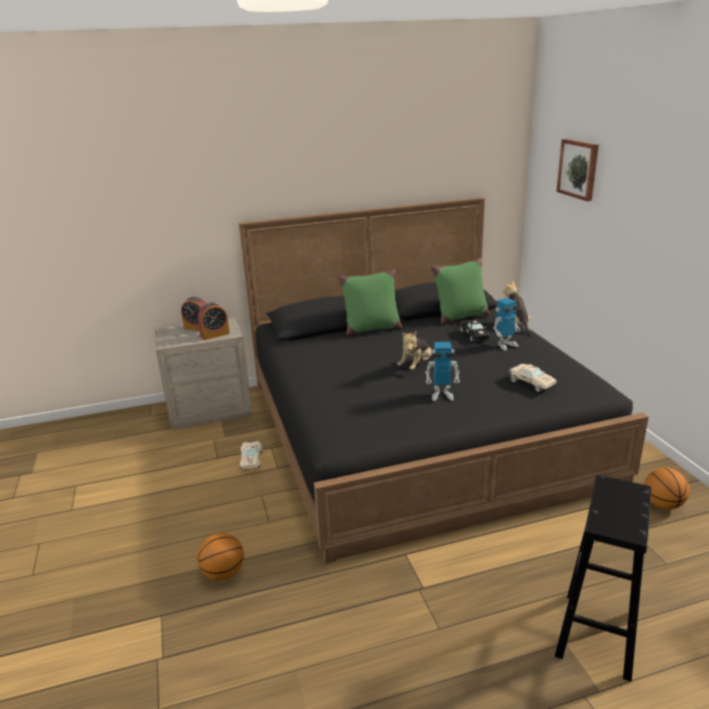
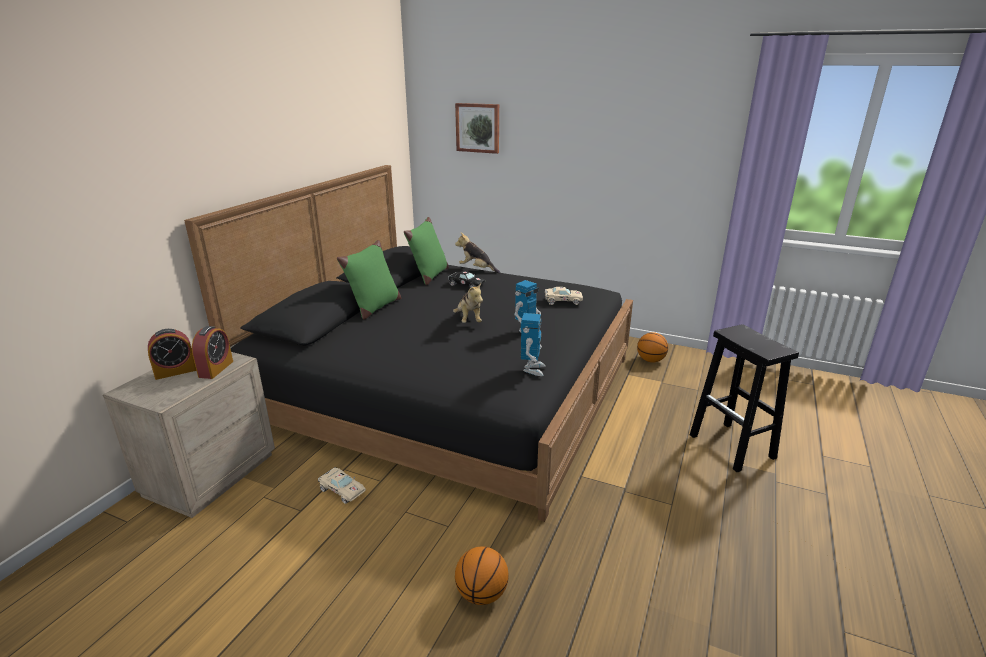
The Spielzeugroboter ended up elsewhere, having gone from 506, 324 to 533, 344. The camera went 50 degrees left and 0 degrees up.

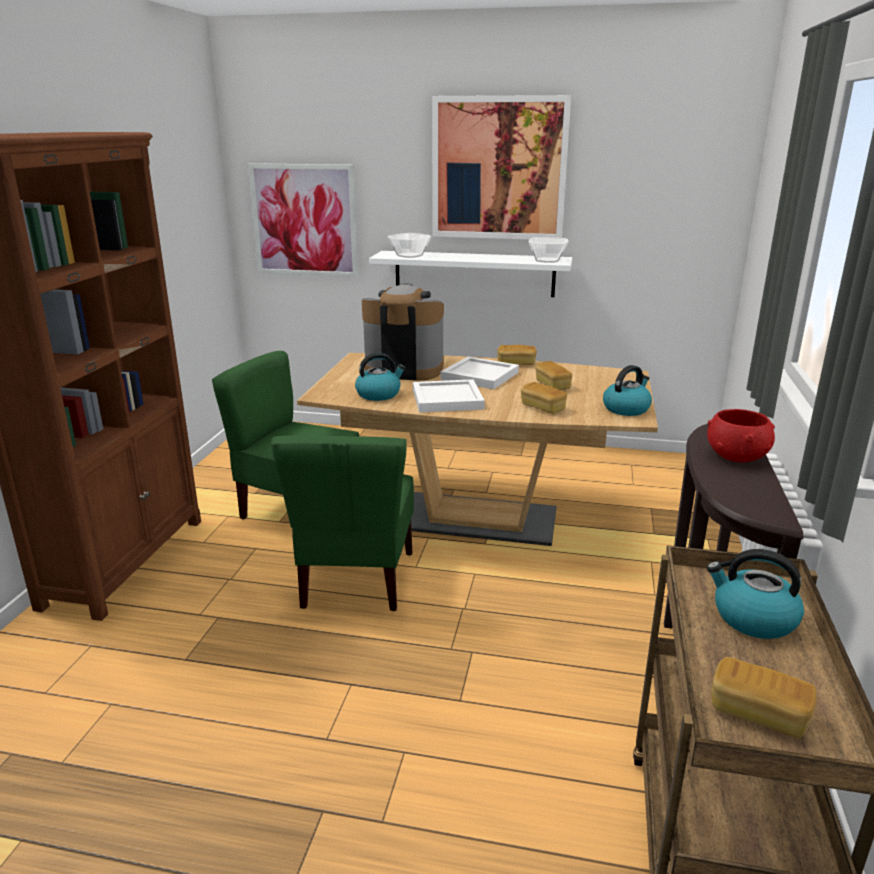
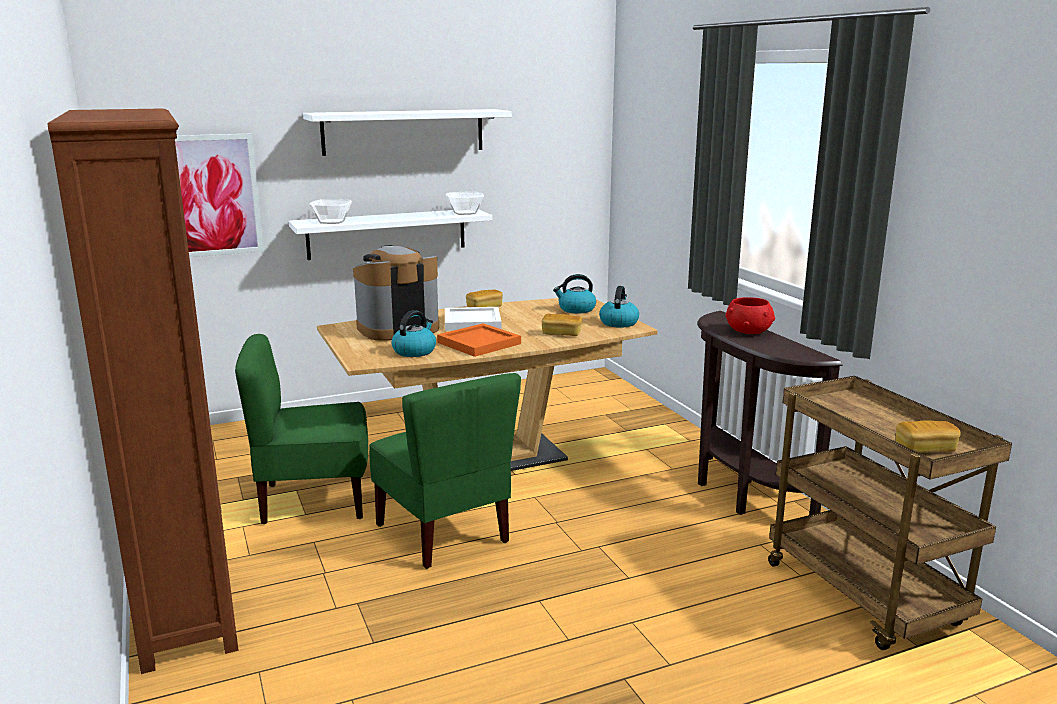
The second view lost the Brot at 553, 375. The Wasserkessel ended up elsewhere, having gone from 755, 594 to 574, 293. Where the Bild hung at 501, 167, the Wandregal (weiß) came to hang at 407, 132. What was the Tablett (weiß) at 449, 395 turned into the Tablett (orange) at 479, 340. The camera went 35 degrees left and 5 degrees down.

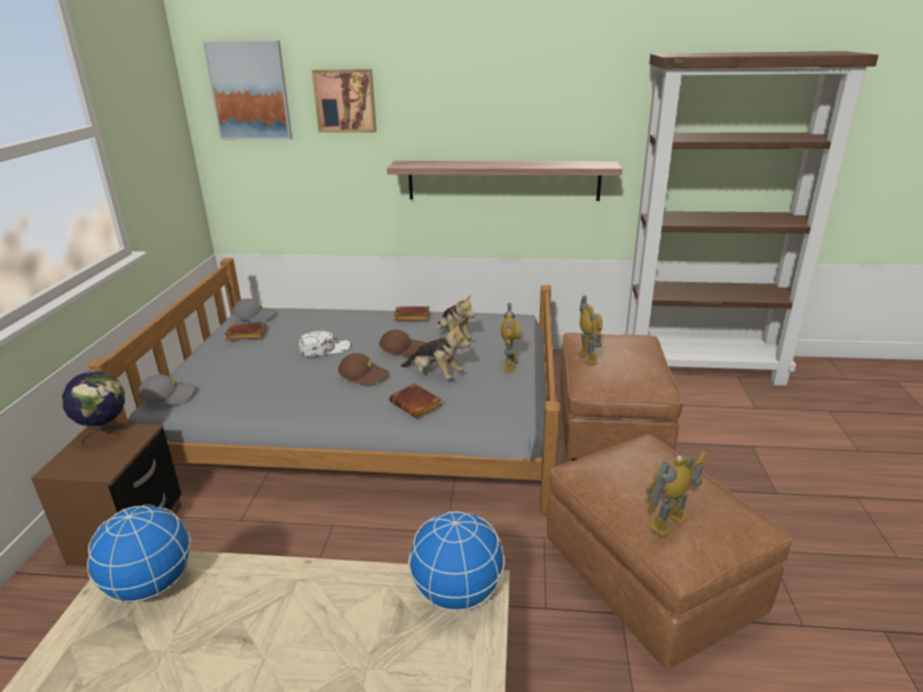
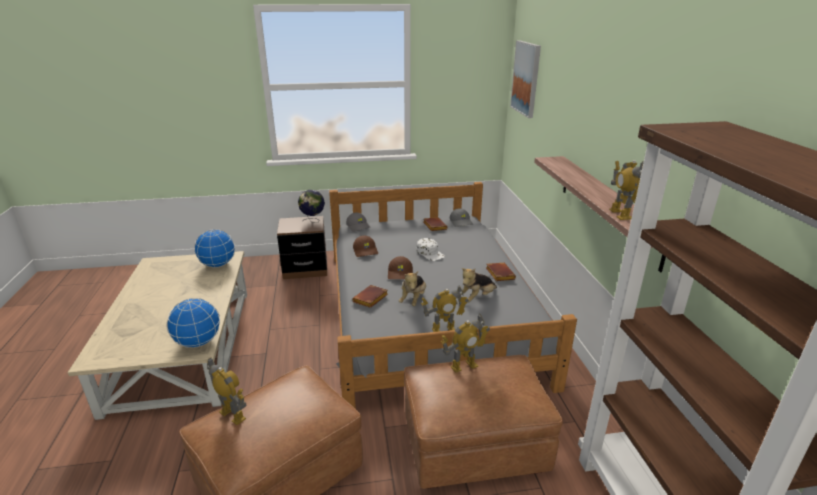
The second view lost the Bild at 344, 101. The second view gained the Spielzeugroboter at 626, 190. The Kappe (braun) ended up elsewhere, having gone from 402, 343 to 365, 246. The camera went 75 degrees right and 0 degrees up.

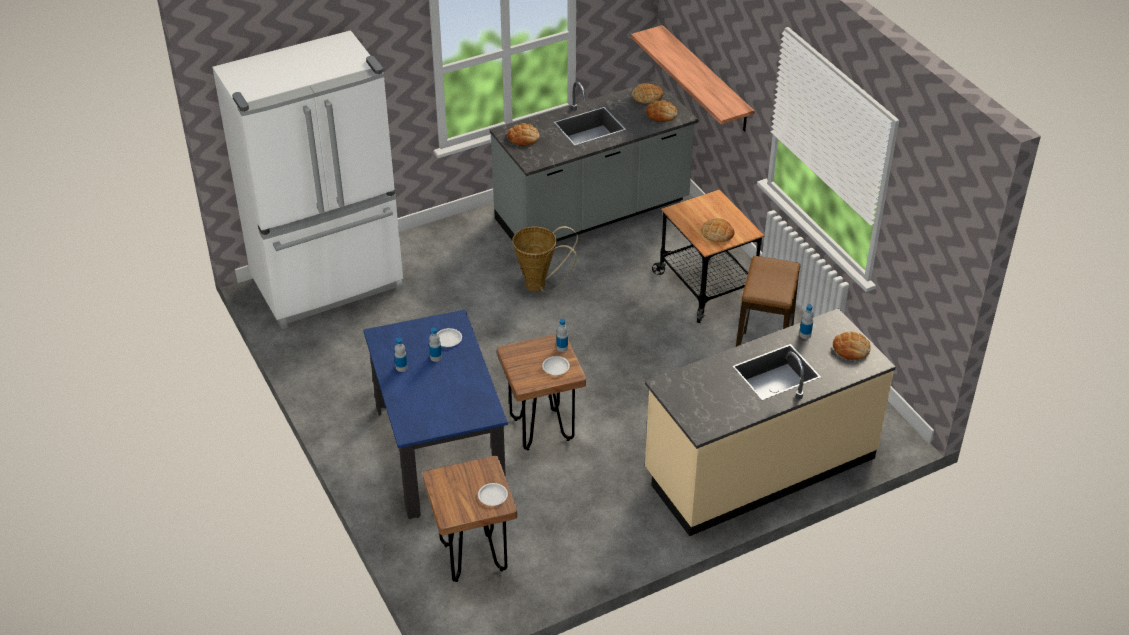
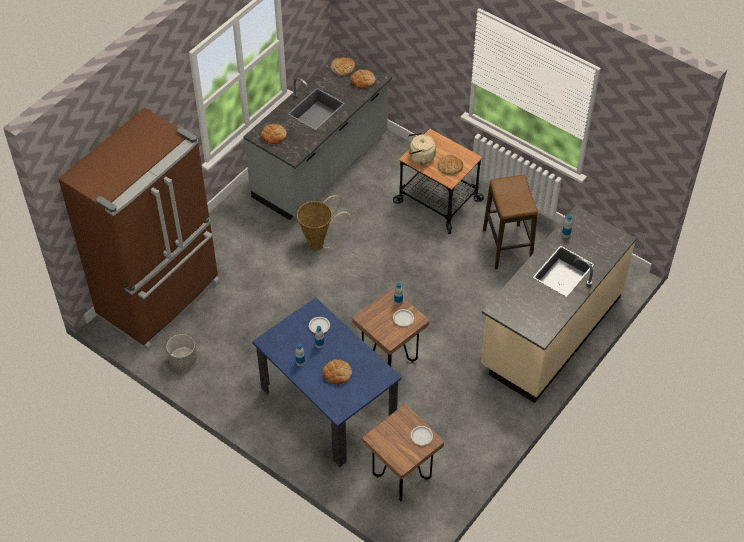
The second view lost the Wandregal at 692, 78. The second view gained the Pflanzkübel (grau) at 181, 352. The second view gained the Wasserkessel (beige) at 421, 148. The Brot ended up elsewhere, having gone from 852, 346 to 337, 372. What was the Kühlschrank (weiß) at 308, 179 turned into the Kühlschrank (braun) at 139, 229. The camera went 25 degrees left and 10 degrees up.

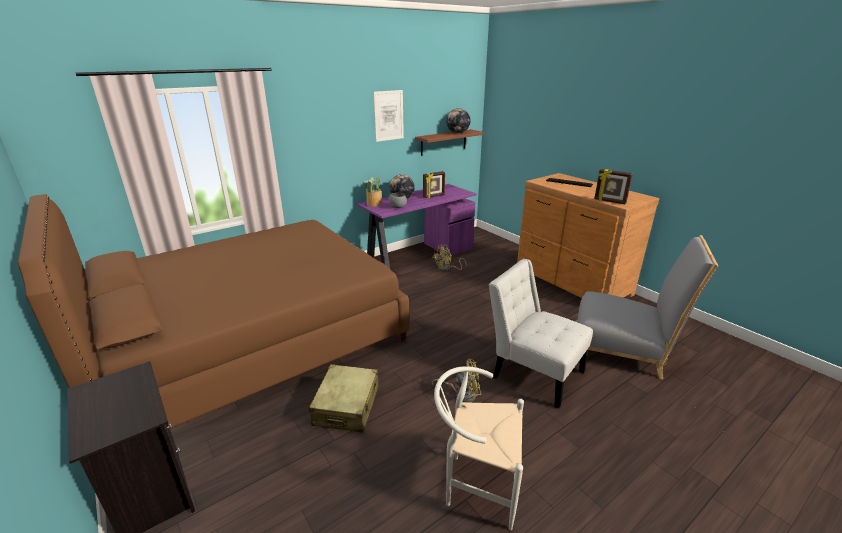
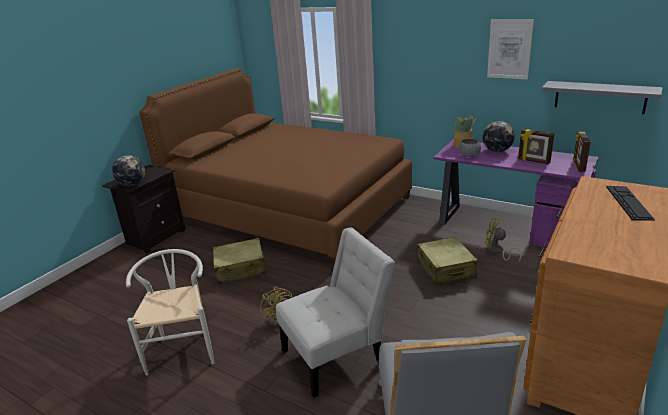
The second view gained the Koffer (beige) at 448, 261. The Globus ended up elsewhere, having gone from 458, 121 to 128, 170. The Bilderrahmen ended up elsewhere, having gone from 613, 186 to 581, 151. What was the Wandregal (braun) at 449, 142 turned into the Wandregal (grau) at 602, 97. The Stuhl (weiß) at 541, 334 ended up facing another way, 45 degrees clockwise from before. The camera went 70 degrees right and 0 degrees up.

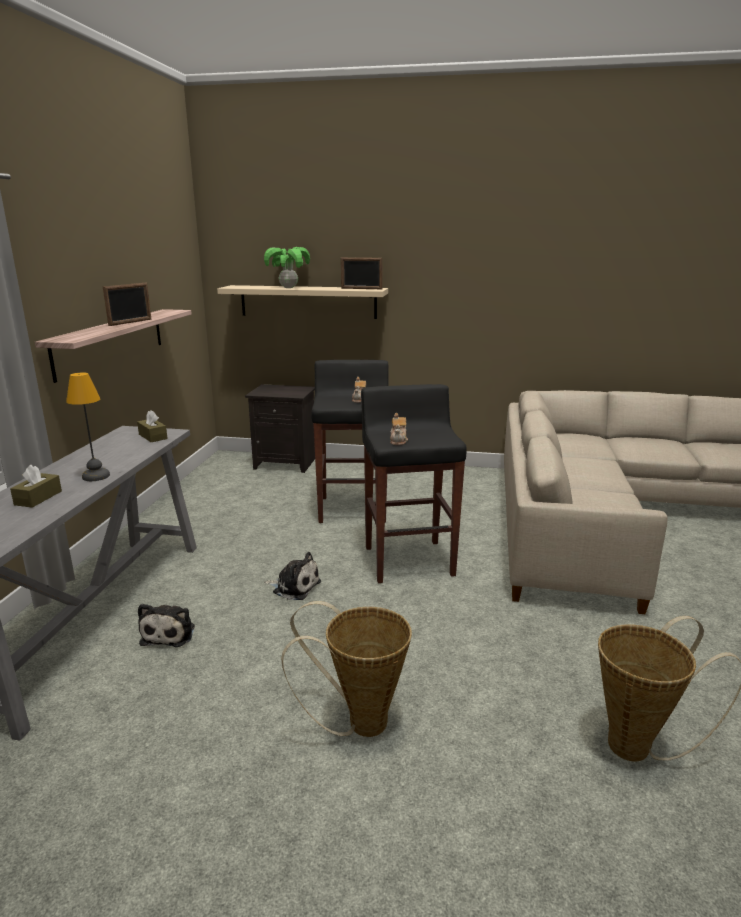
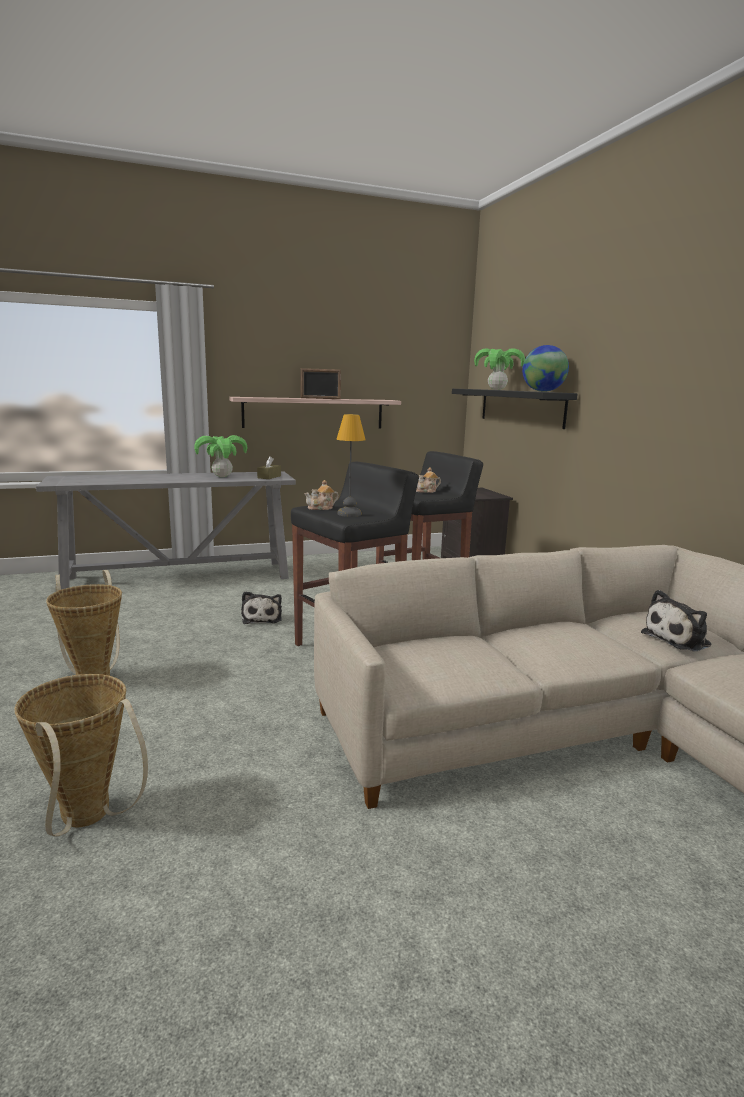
The second view lost the Taschentuchbox (braun) at 36, 486. The second view gained the Topfpflanze at 220, 456. The Tischlampe ended up elsewhere, having gone from 88, 426 to 351, 465. The Plüschtier ended up elsewhere, having gone from 166, 625 to 676, 620. Where the Bilderrahmen stood at 362, 273, the Globus came to stand at 545, 368. What was the Wandregal (beige) at 302, 302 turned into the Wandregal (schwarz) at 515, 409. The camera went 60 degrees right and 5 degrees down.

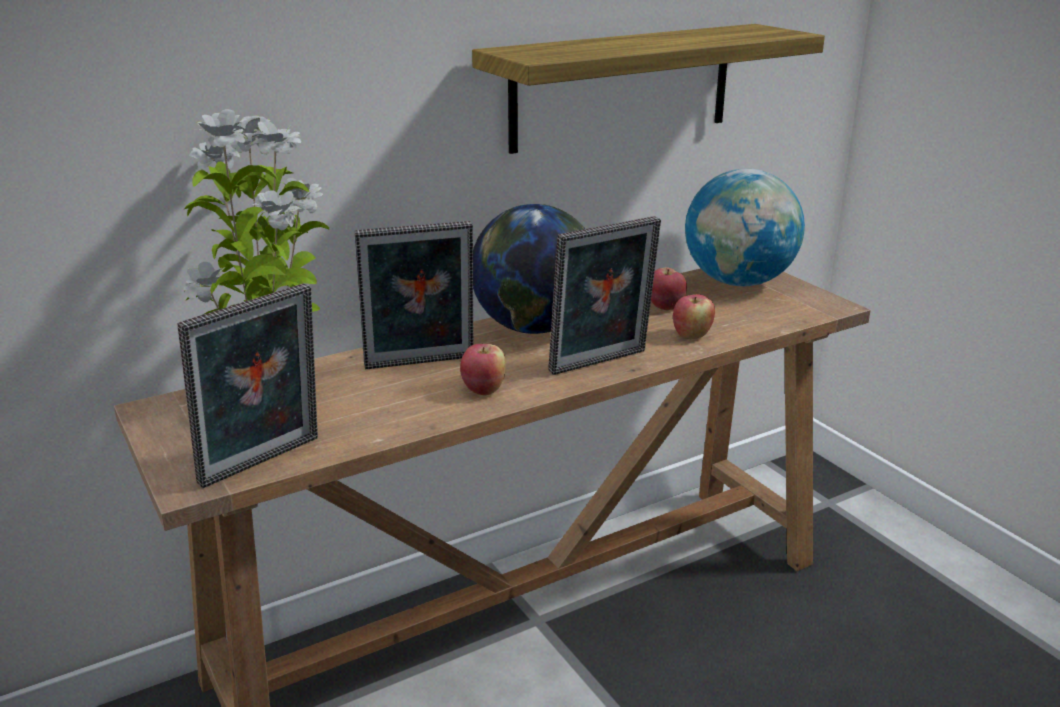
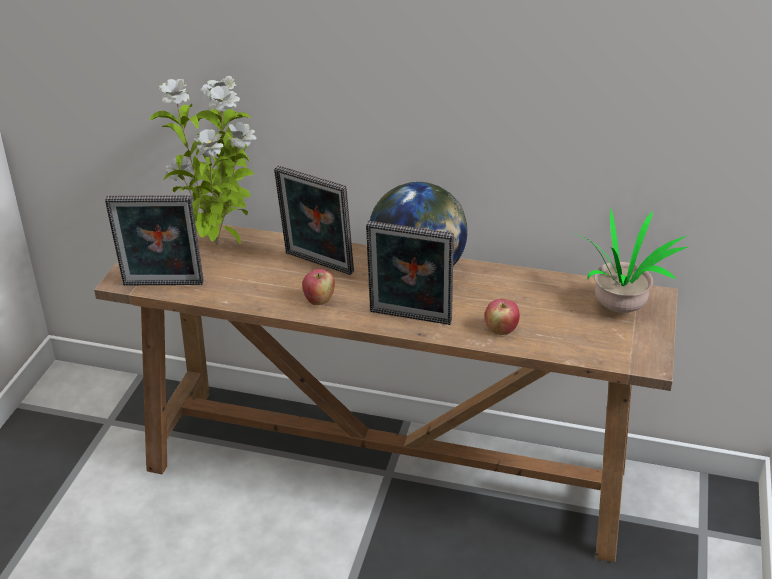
The second view lost the Wandregal at 648, 89. The second view lost the Apfel at 669, 288. Where the Globus stood at 745, 227, the Topfpflanze came to stand at 631, 260. The camera went 45 degrees right and 10 degrees up.

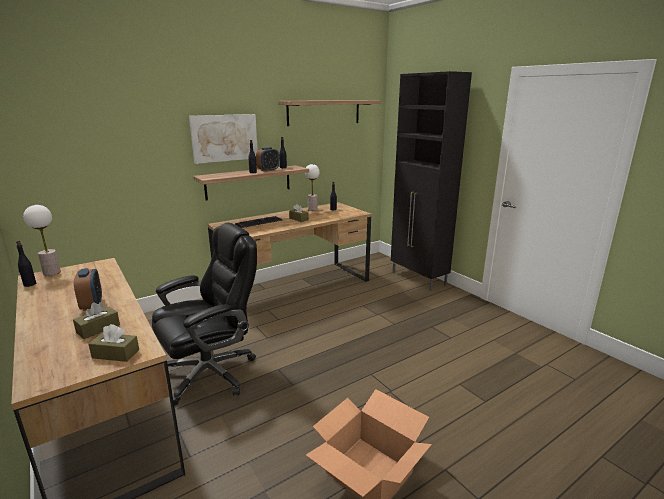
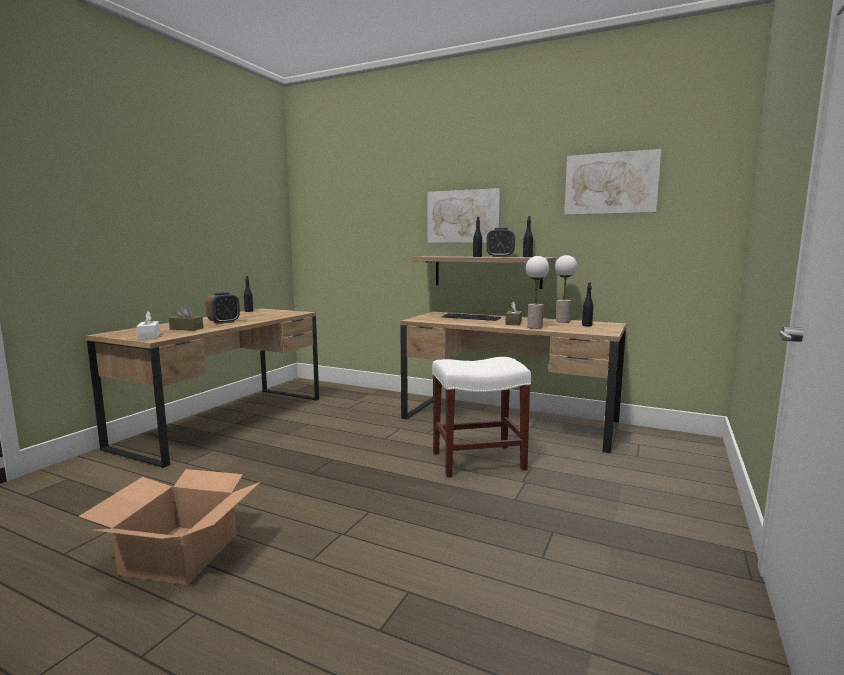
The second view lost the Bürostuhl (schwarz) at 204, 314. The second view lost the Schrank (schwarz) at 431, 181. The second view gained the Hocker (weiß) at 481, 417. The Tischlampe ended up elsewhere, having gone from 42, 240 to 537, 292. Where the Wandregal hung at 329, 113, the Bild came to hang at 613, 182. What was the Taschentuchbox (braun) at 114, 343 turned into the Taschentuchbox (weiß) at 148, 325. The camera went 60 degrees right and 10 degrees down.

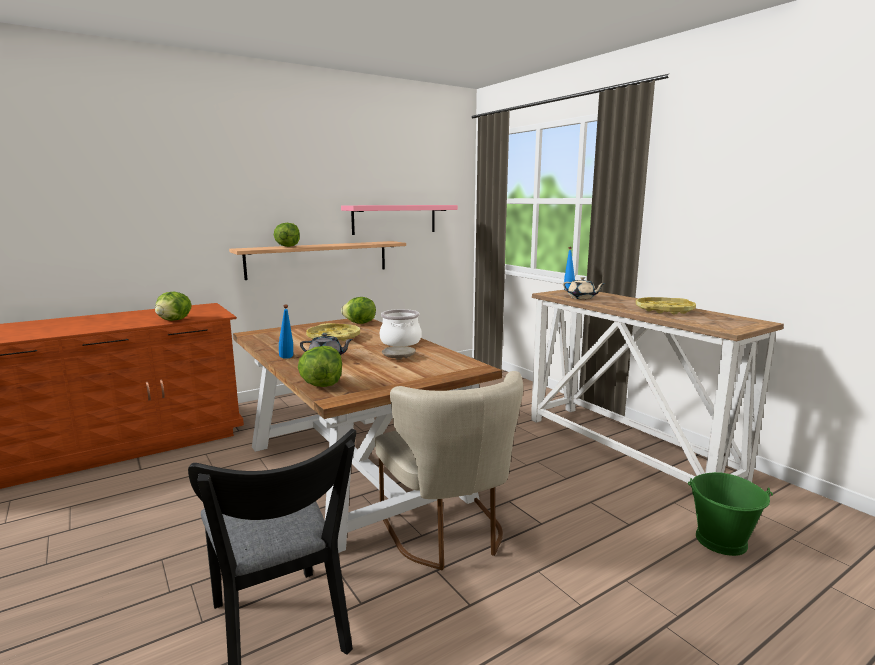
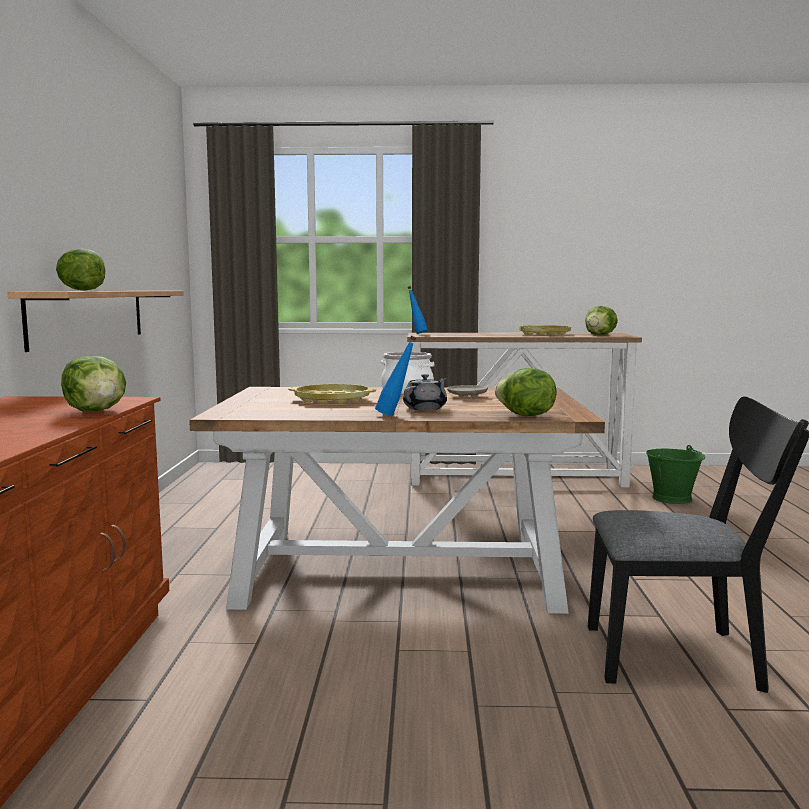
The second view lost the Wandregal (rosa) at 399, 220. The second view lost the Stuhl (beige) at 449, 470. The second view lost the Teekanne (beige) at 584, 288. The Salatkopf ended up elsewhere, having gone from 358, 310 to 601, 320. The camera went 55 degrees left and 5 degrees down.

